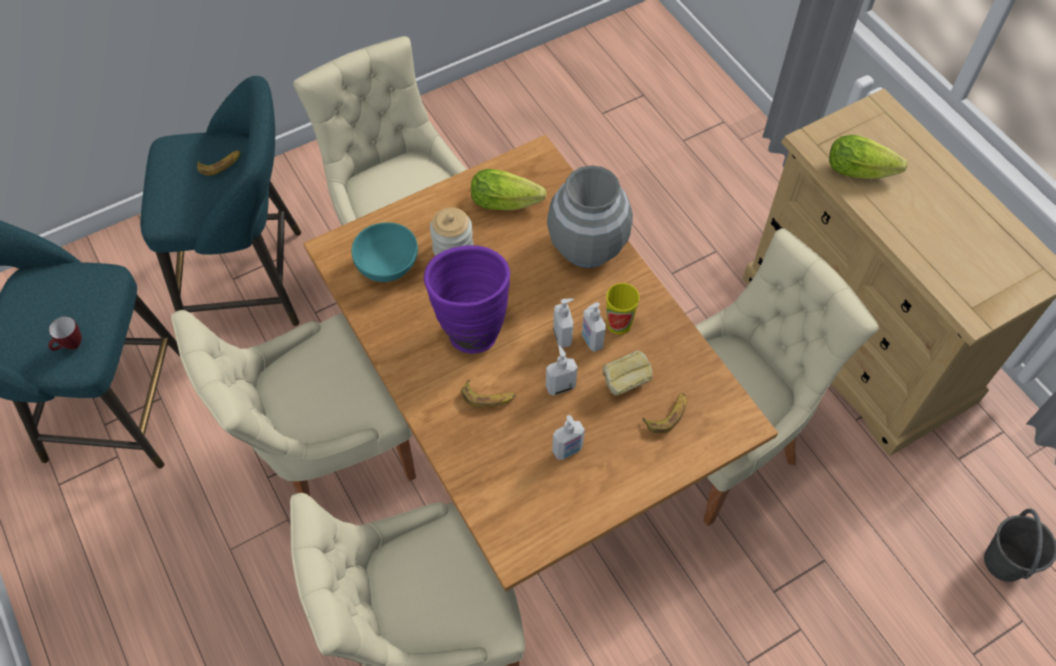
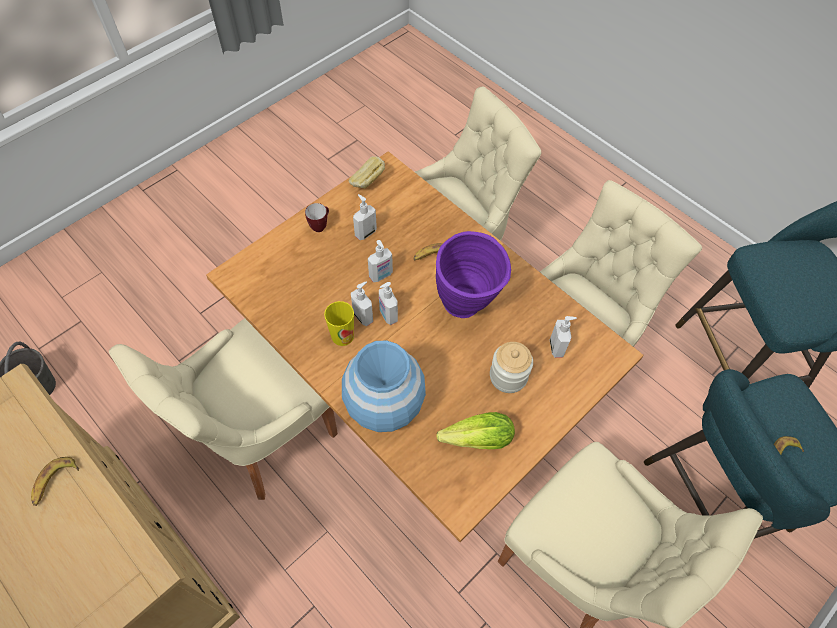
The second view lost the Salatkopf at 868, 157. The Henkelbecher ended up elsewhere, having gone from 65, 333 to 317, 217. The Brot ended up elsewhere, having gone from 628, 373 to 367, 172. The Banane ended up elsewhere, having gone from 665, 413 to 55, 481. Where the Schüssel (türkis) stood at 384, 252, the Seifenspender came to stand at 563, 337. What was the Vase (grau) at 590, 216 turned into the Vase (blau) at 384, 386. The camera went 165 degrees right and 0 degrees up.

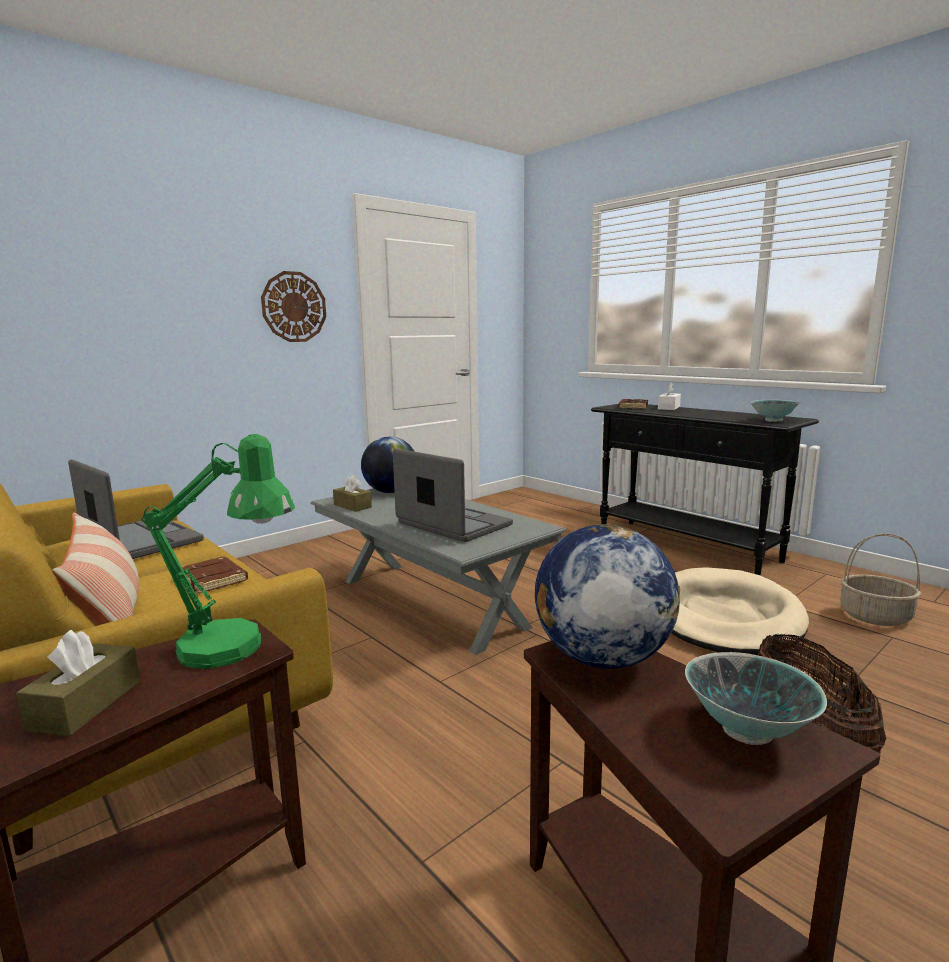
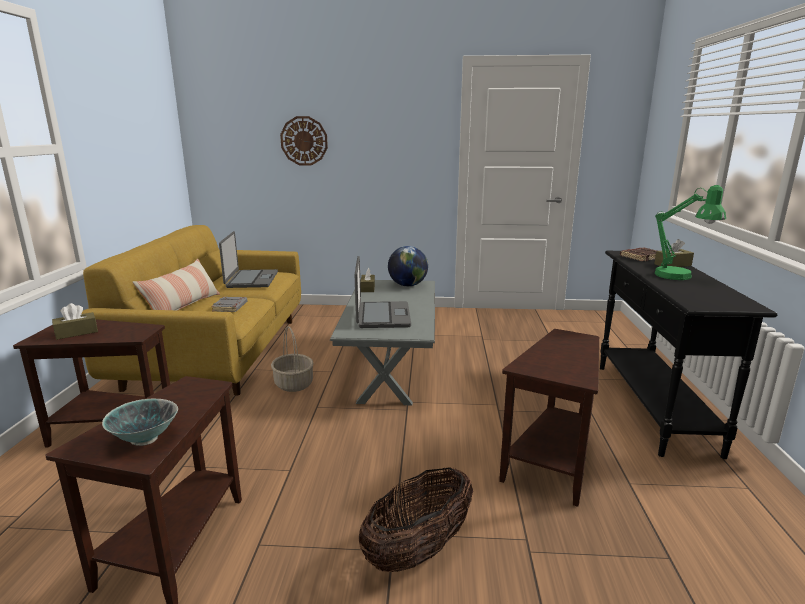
The second view lost the Globus at 608, 596. The second view lost the Schüssel at 775, 411. The Tischlampe (grün) ended up elsewhere, having gone from 218, 551 to 690, 232. The Wanduhr ended up elsewhere, having gone from 293, 306 to 304, 141. The Korb ended up elsewhere, having gone from 881, 579 to 292, 359. Where the Hundebett (beige) stood at 740, 611, the Beistelltisch (braun) came to stand at 549, 418. What was the Buch (braun) at 215, 575 turned into the Buch (grau) at 229, 304. What was the Taschentuchbox (weiß) at 669, 396 turned into the Taschentuchbox (braun) at 674, 253. The camera went 45 degrees right and 5 degrees up.

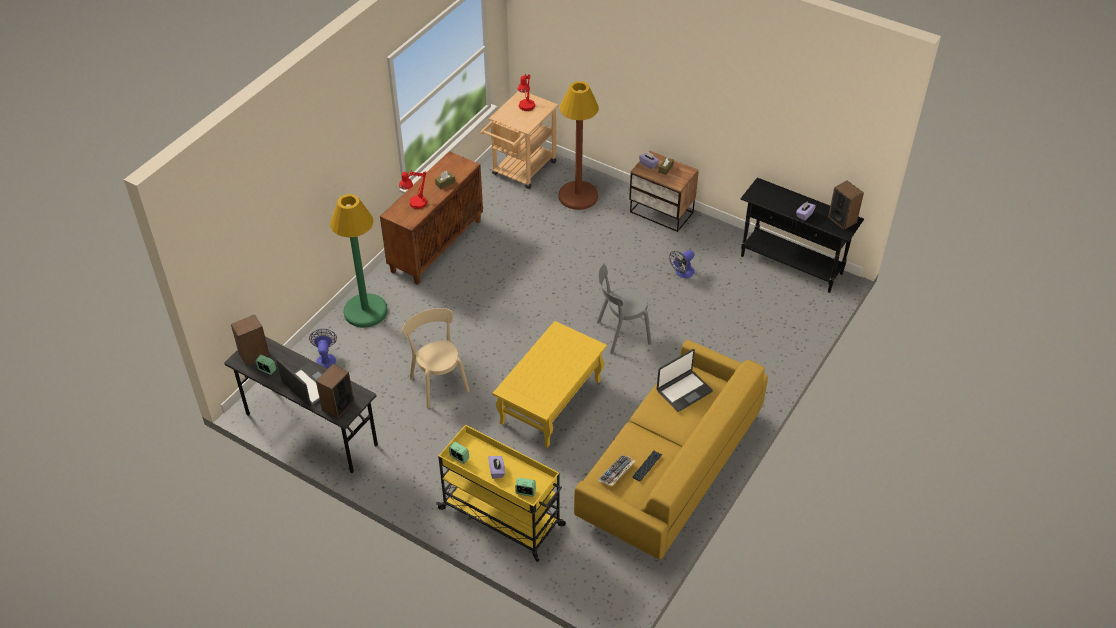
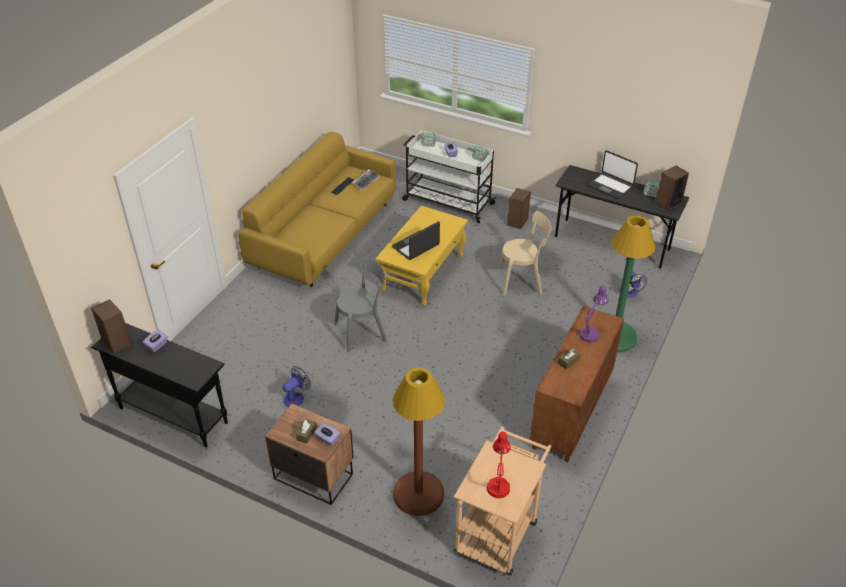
The Lautsprecher ended up elsewhere, having gone from 335, 391 to 519, 208. The Laptop ended up elsewhere, having gone from 685, 380 to 416, 240. What was the Tischlampe (rot) at 413, 189 turned into the Tischlampe (lila) at 594, 314. What was the Rollwagen (gelb) at 501, 493 turned into the Rollwagen (weiß) at 449, 176. The Stuhl (beige) at 436, 358 ended up facing another way, 60 degrees counterclockwise from before. The camera went 175 degrees right and 5 degrees down.

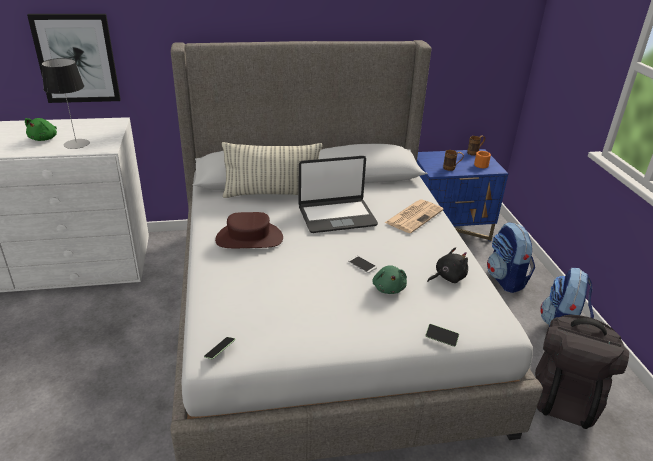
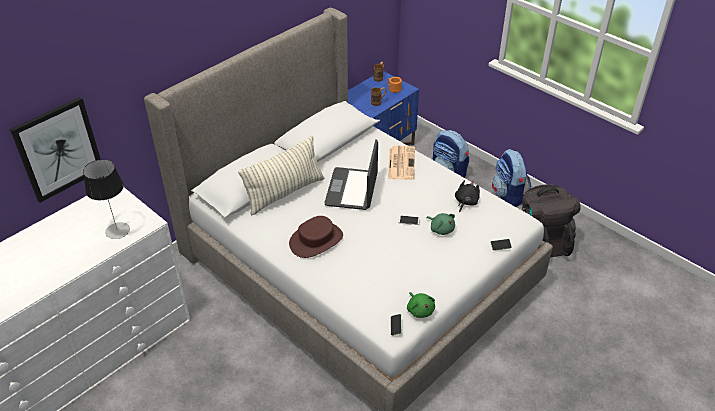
The Plüschtier (grün) ended up elsewhere, having gone from 41, 129 to 421, 305. The Laptop at 338, 194 ended up facing another way, 150 degrees clockwise from before. The camera went 35 degrees left and 10 degrees up.

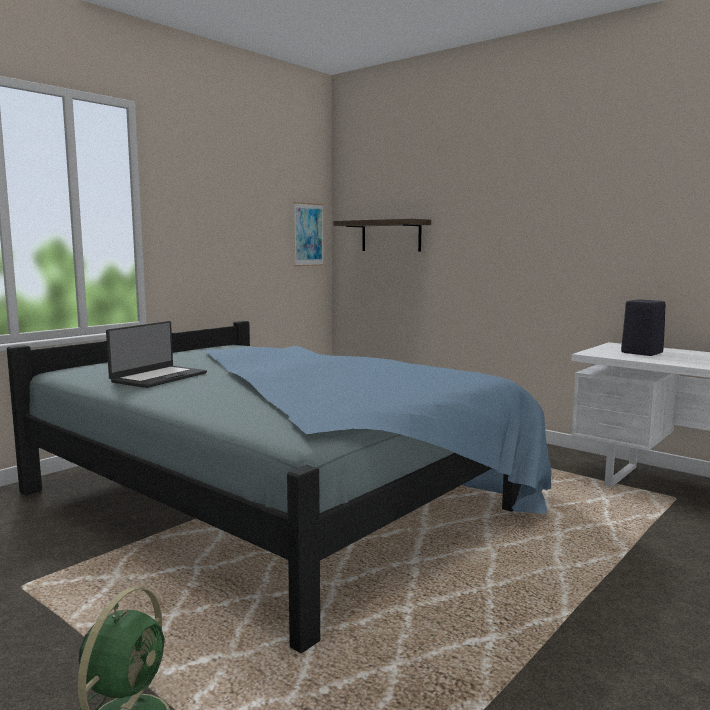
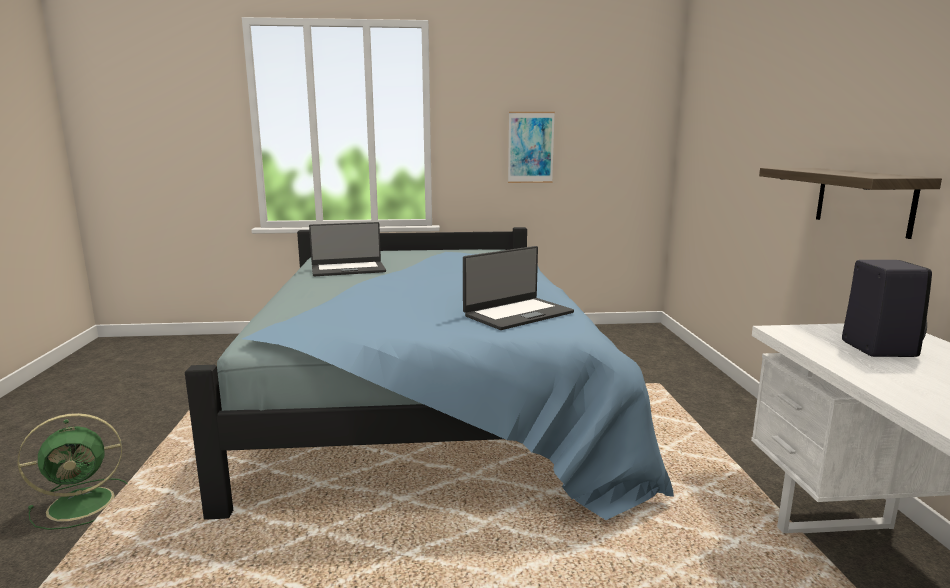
The second view gained the Laptop at 518, 288. The Bild ended up elsewhere, having gone from 309, 234 to 531, 147. The Wandregal ended up elsewhere, having gone from 382, 235 to 850, 203. The camera went 45 degrees right and 5 degrees up.

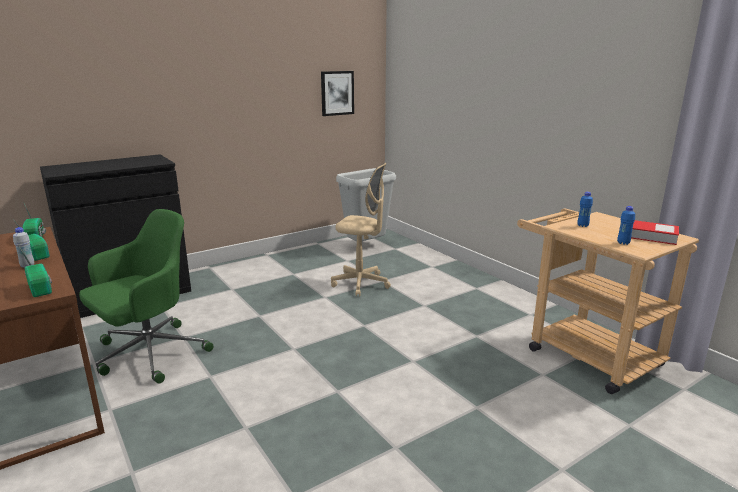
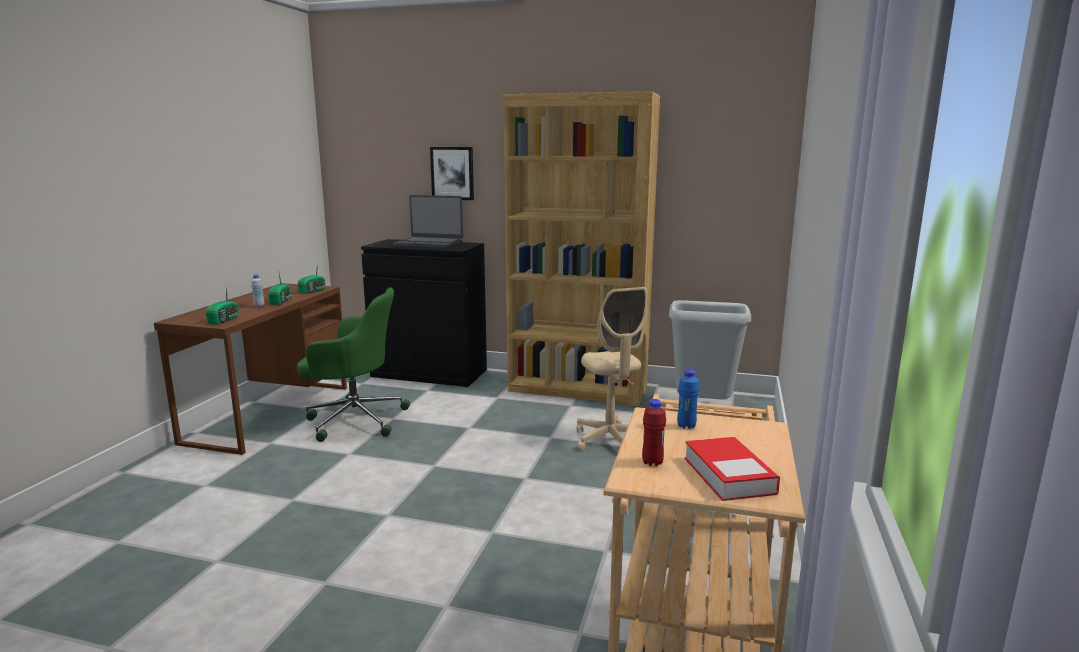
The second view gained the Laptop at 428, 222. The second view gained the Bücherregal (braun) at 581, 248. The Bild ended up elsewhere, having gone from 337, 93 to 452, 173. What was the Flasche (blau) at 626, 225 turned into the Flasche (rot) at 654, 432. The camera went 50 degrees right and 5 degrees down.

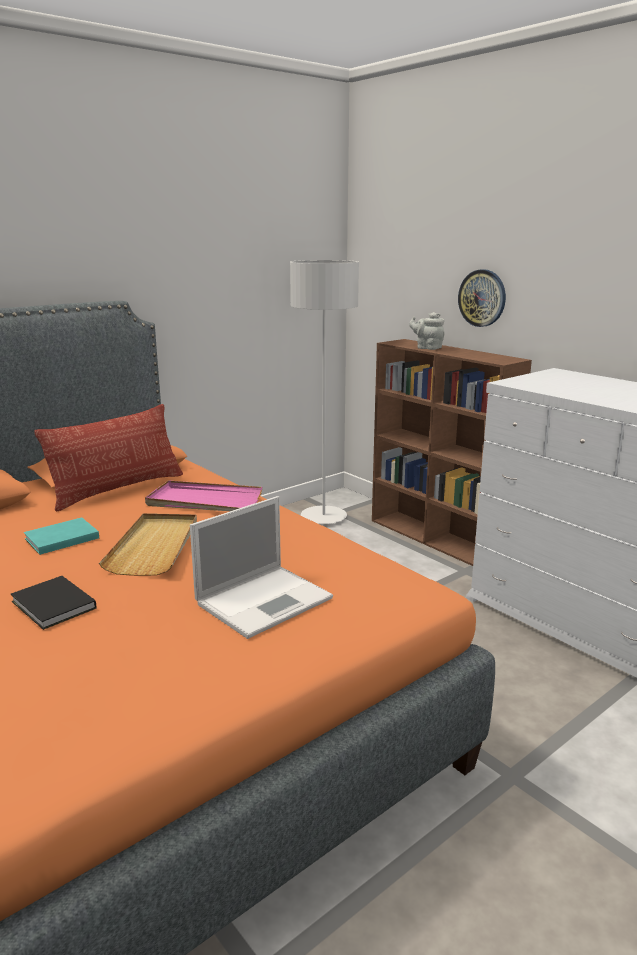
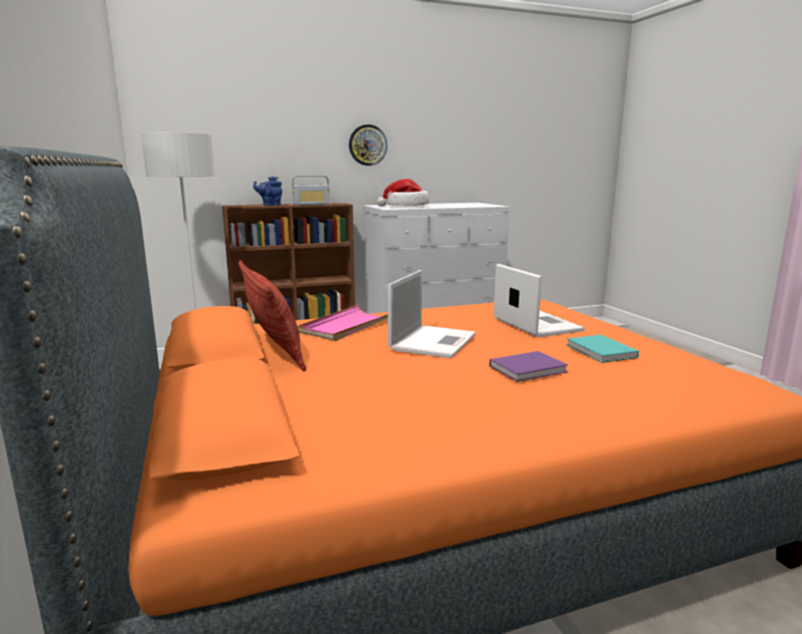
The second view gained the Radio at 311, 190. The second view gained the Hut at 403, 192. The Buch (türkis) ended up elsewhere, having gone from 61, 536 to 602, 349. The Wanduhr ended up elsewhere, having gone from 482, 298 to 368, 145. Where the Tablett (beige) stood at 148, 544, the Laptop came to stand at 432, 314. What was the Buch (schwarz) at 53, 603 turned into the Buch (lila) at 528, 366. What was the Teekanne (grau) at 427, 331 turned into the Teekanne (blau) at 267, 191. The camera went 70 degrees left and 5 degrees down.

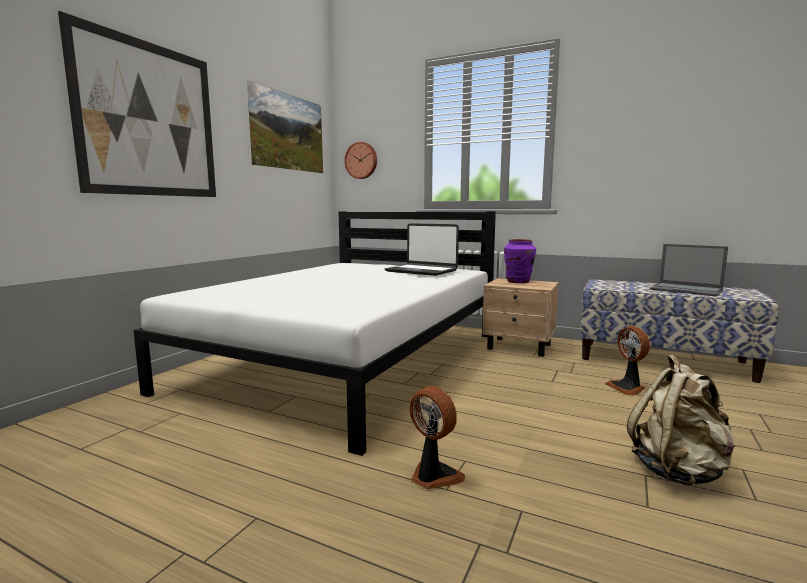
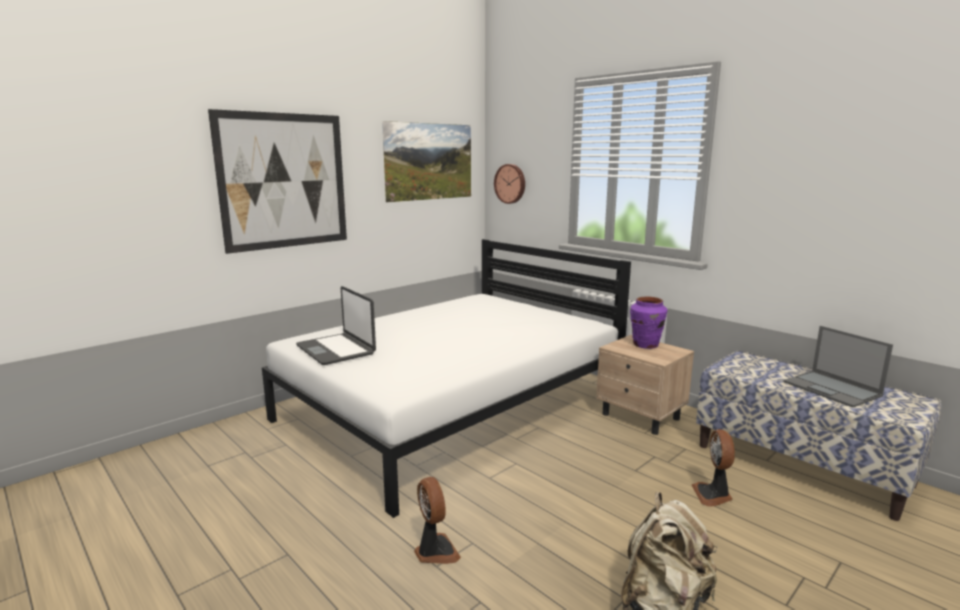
The Laptop ended up elsewhere, having gone from 422, 249 to 336, 325. The camera went 20 degrees right and 5 degrees up.

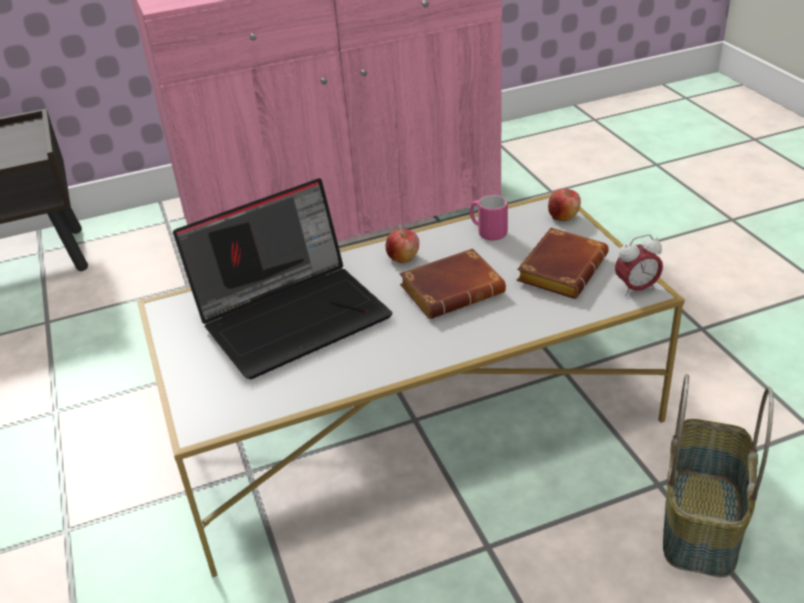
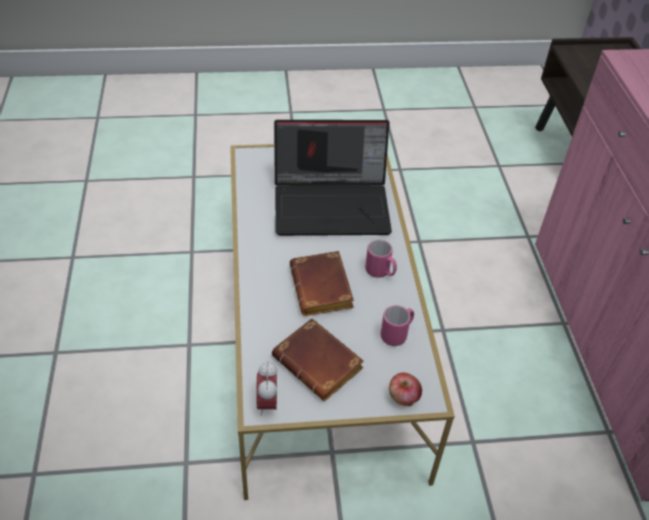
The second view lost the Korb at 718, 476. Where the Apfel stood at 402, 245, the Henkelbecher (rosa) came to stand at 381, 259. The Laptop at 282, 278 ended up facing another way, 75 degrees counterclockwise from before. The camera went 100 degrees right and 10 degrees up.

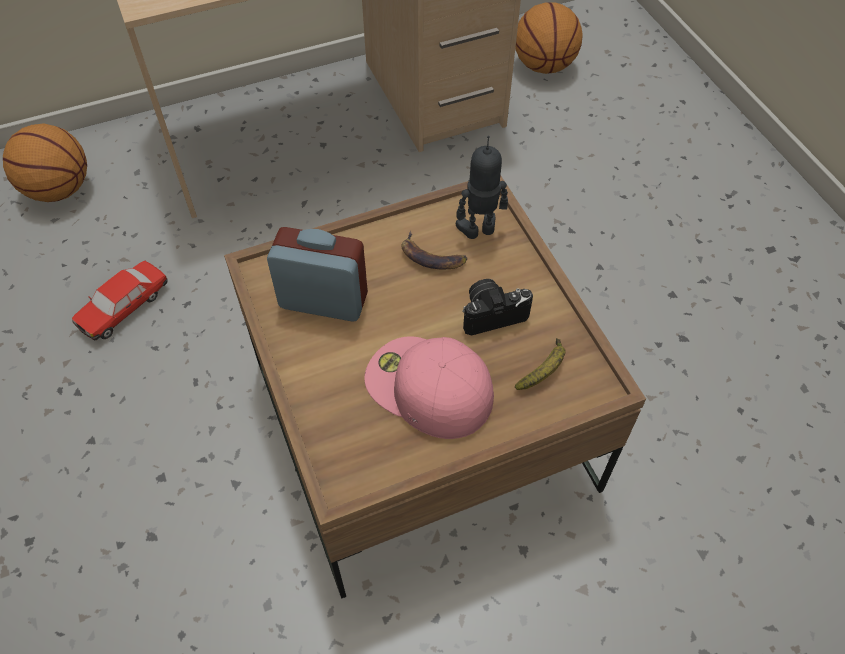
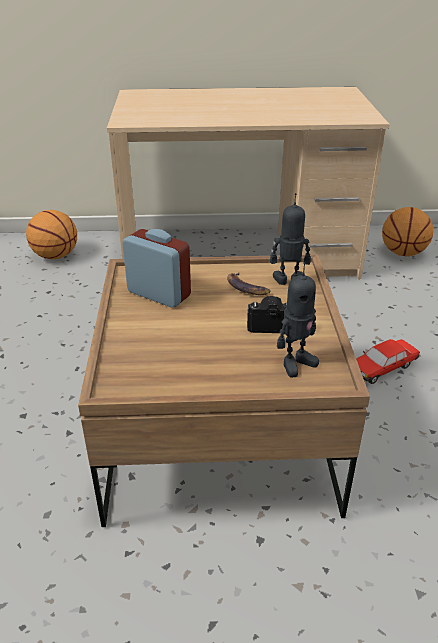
The second view lost the Kappe (rosa) at 429, 387. The Spielzeugauto ended up elsewhere, having gone from 120, 300 to 388, 361. Where the Banane stood at 540, 364, the Spielzeugroboter came to stand at 298, 320. The camera went 20 degrees right and 20 degrees down.

